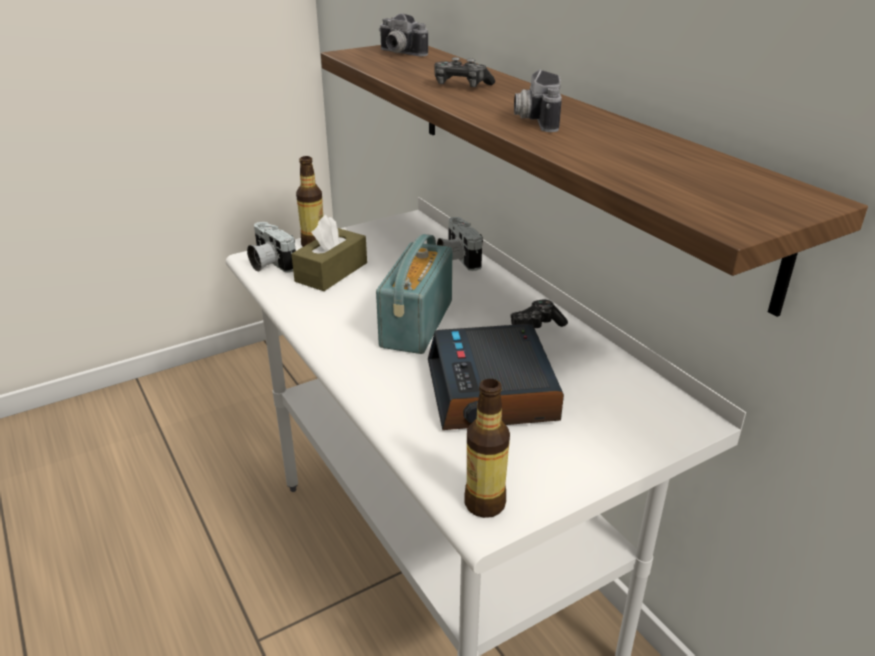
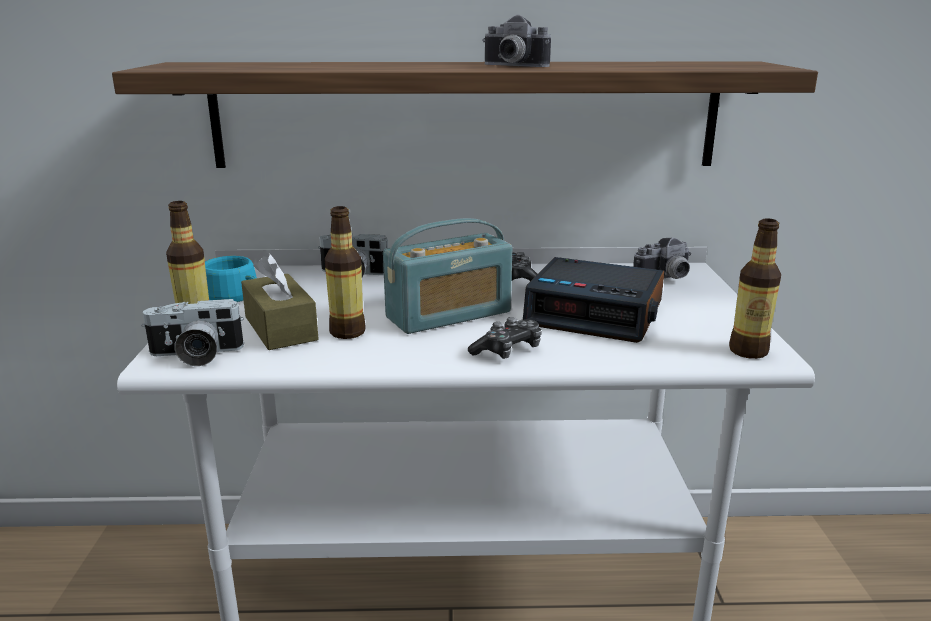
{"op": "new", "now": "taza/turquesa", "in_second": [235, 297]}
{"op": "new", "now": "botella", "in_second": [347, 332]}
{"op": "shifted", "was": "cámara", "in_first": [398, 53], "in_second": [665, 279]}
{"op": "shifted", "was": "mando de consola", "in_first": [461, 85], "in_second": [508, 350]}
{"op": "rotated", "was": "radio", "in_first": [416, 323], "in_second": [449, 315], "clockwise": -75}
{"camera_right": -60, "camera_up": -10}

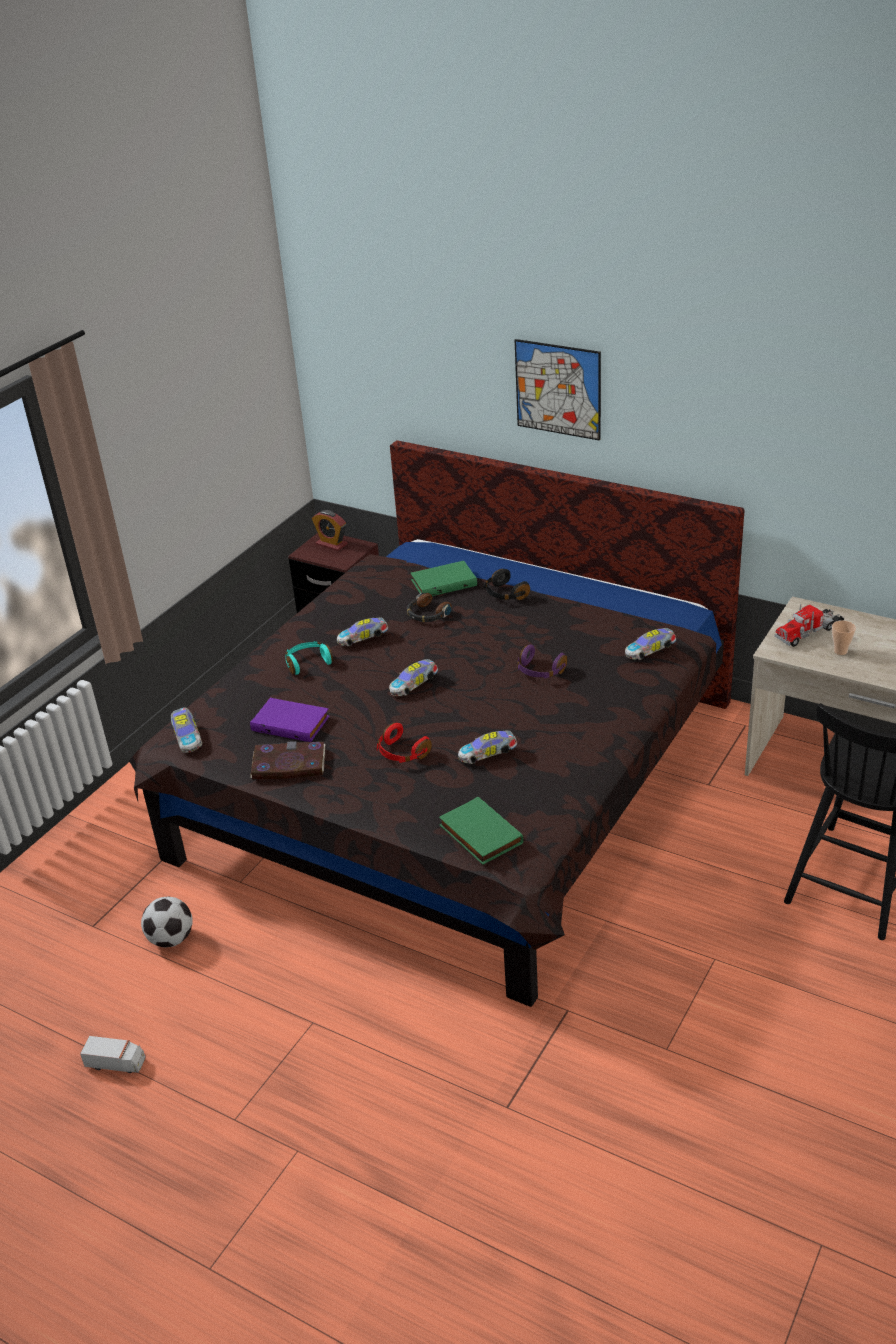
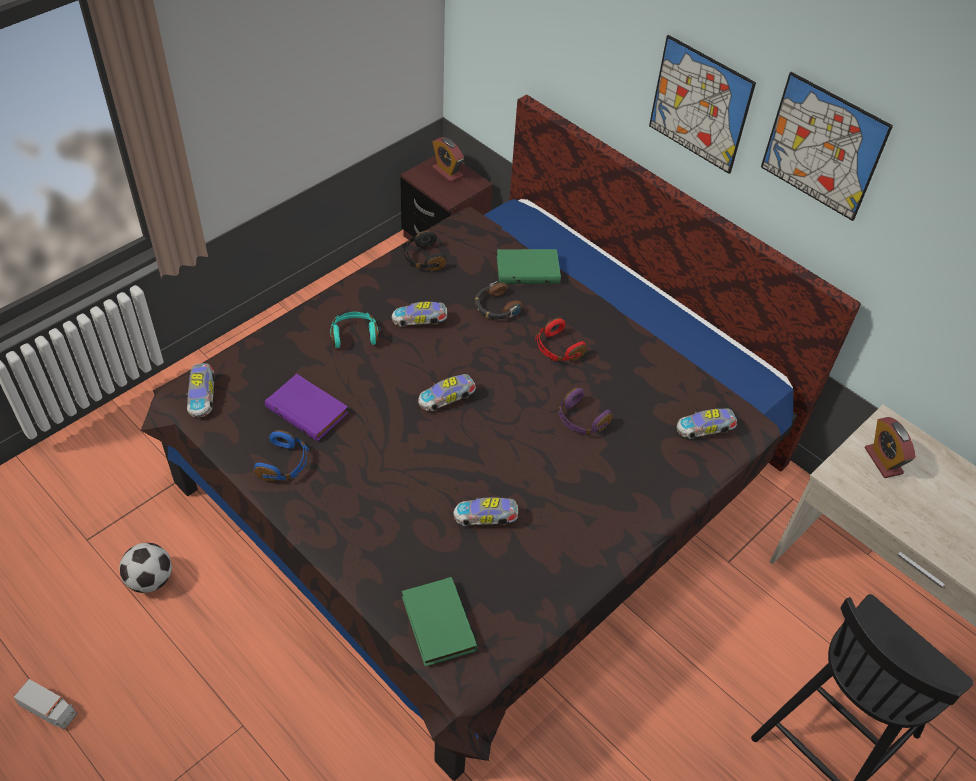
{"op": "gone", "was": "taza", "in_first": [840, 651]}
{"op": "new", "now": "cuadro", "in_second": [823, 147]}
{"op": "shifted", "was": "auriculares/rojo", "in_first": [402, 753], "in_second": [557, 349]}
{"op": "shifted", "was": "auriculares/negro", "in_first": [505, 594], "in_second": [423, 258]}
{"op": "swapped", "was": "libro", "now": "auriculares/azul", "in_first": [288, 764], "in_second": [284, 464]}
{"op": "swapped", "was": "camión de juguete", "now": "despertador", "in_first": [809, 631], "in_second": [883, 461]}
{"camera_right": 10, "camera_up": 15}

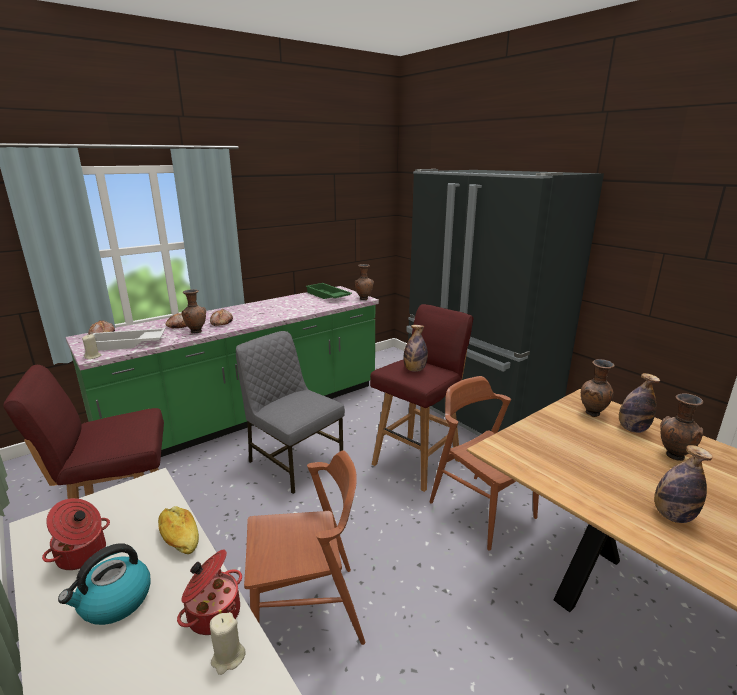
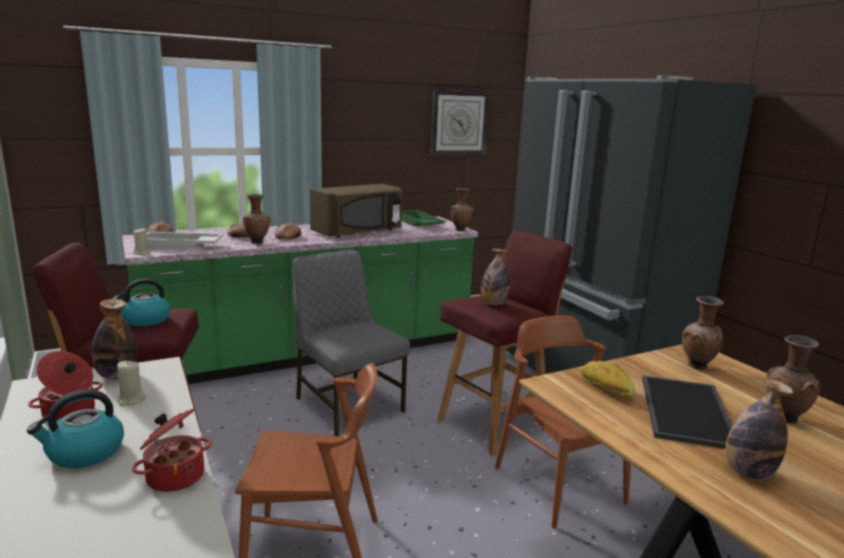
{"op": "new", "now": "hervidor", "in_second": [145, 320]}
{"op": "new", "now": "microondas/marrón", "in_second": [359, 232]}
{"op": "new", "now": "reloj de pared", "in_second": [459, 123]}
{"op": "new", "now": "bandeja", "in_second": [683, 410]}
{"op": "shifted", "was": "pan", "in_first": [179, 537], "in_second": [606, 388]}
{"op": "shifted", "was": "vela/beis", "in_first": [228, 657], "in_second": [131, 400]}
{"op": "shifted", "was": "botella", "in_first": [632, 429], "in_second": [117, 375]}
{"camera_right": 10, "camera_up": -5}

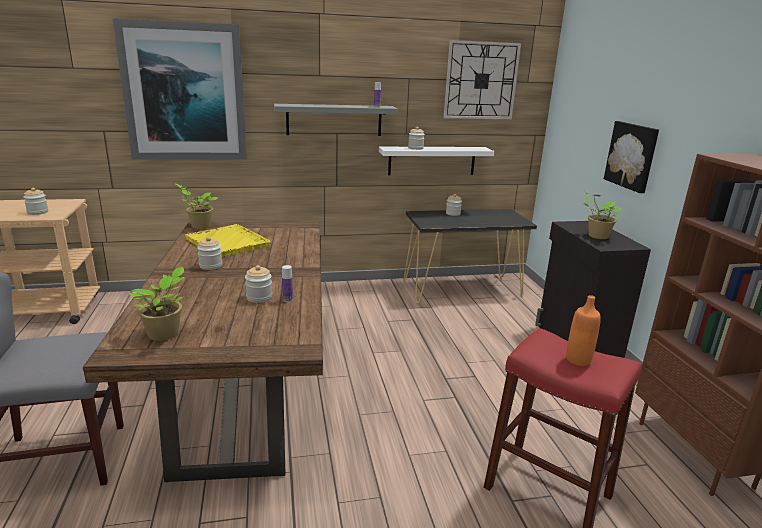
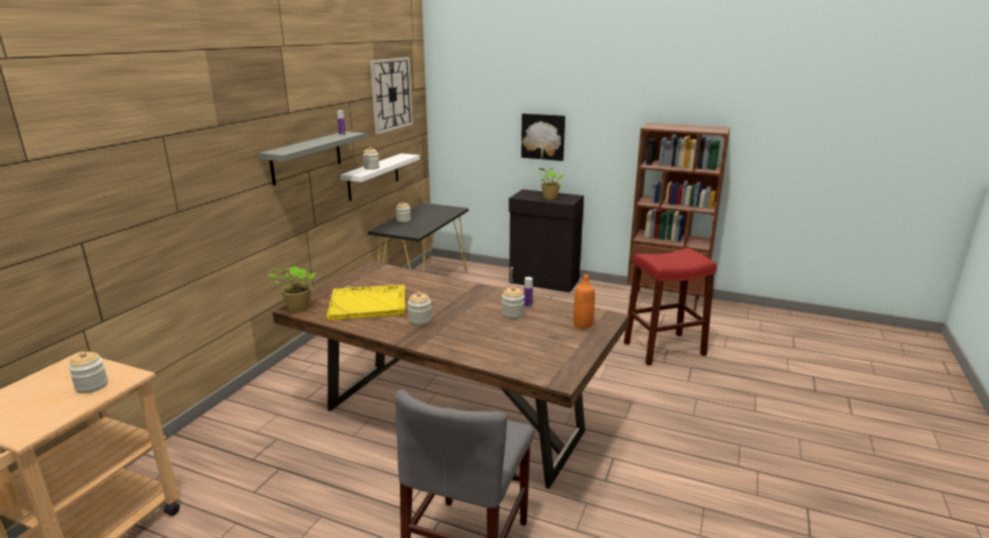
{"op": "gone", "was": "cuadro", "in_first": [185, 92]}
{"op": "gone", "was": "planta en maceta", "in_first": [165, 334]}
{"op": "shifted", "was": "botella/naranja", "in_first": [578, 360], "in_second": [583, 324]}
{"camera_right": -55, "camera_up": 0}

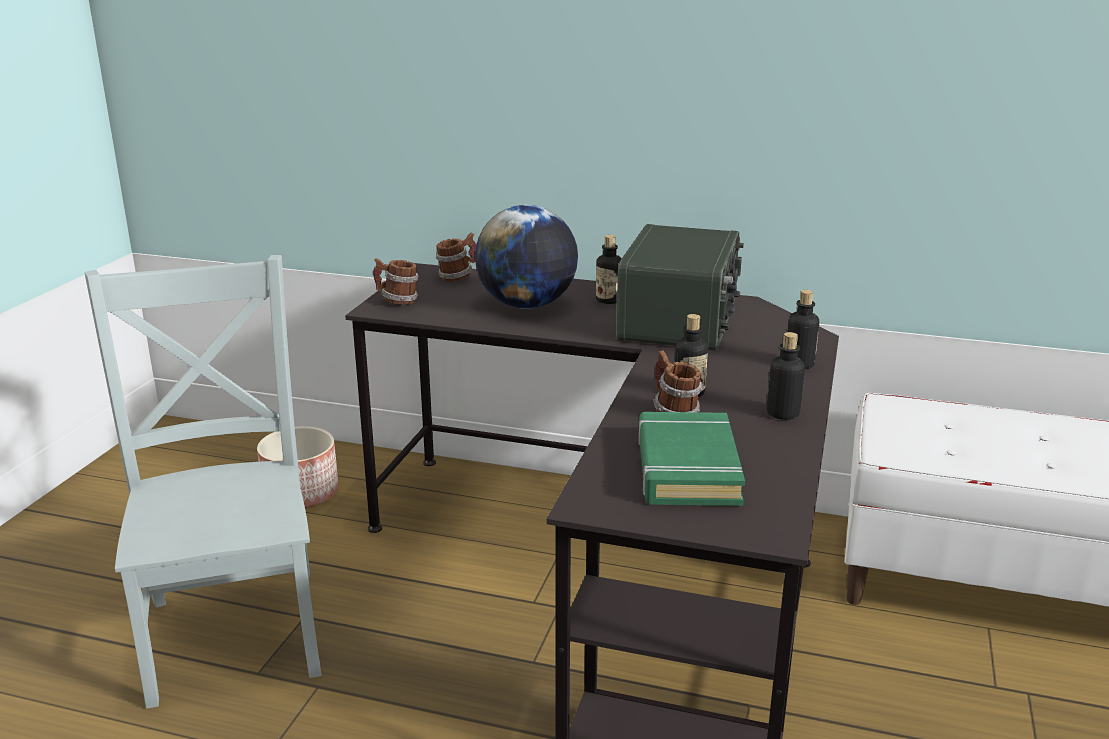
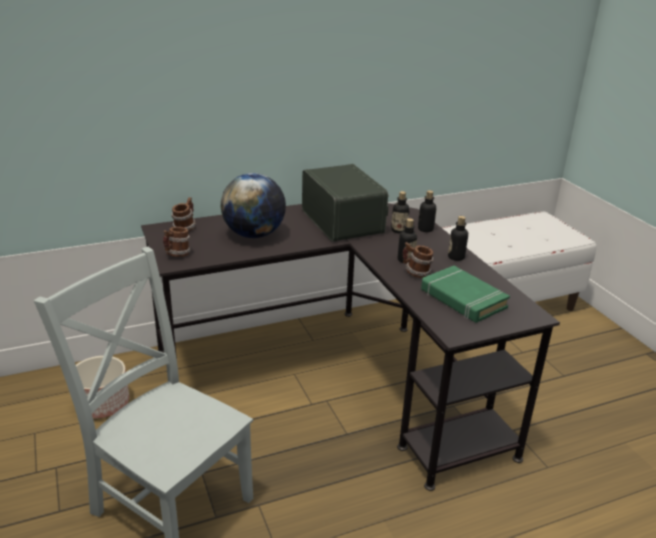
{"op": "shifted", "was": "botella", "in_first": [608, 300], "in_second": [399, 230]}
{"camera_right": -40, "camera_up": 5}

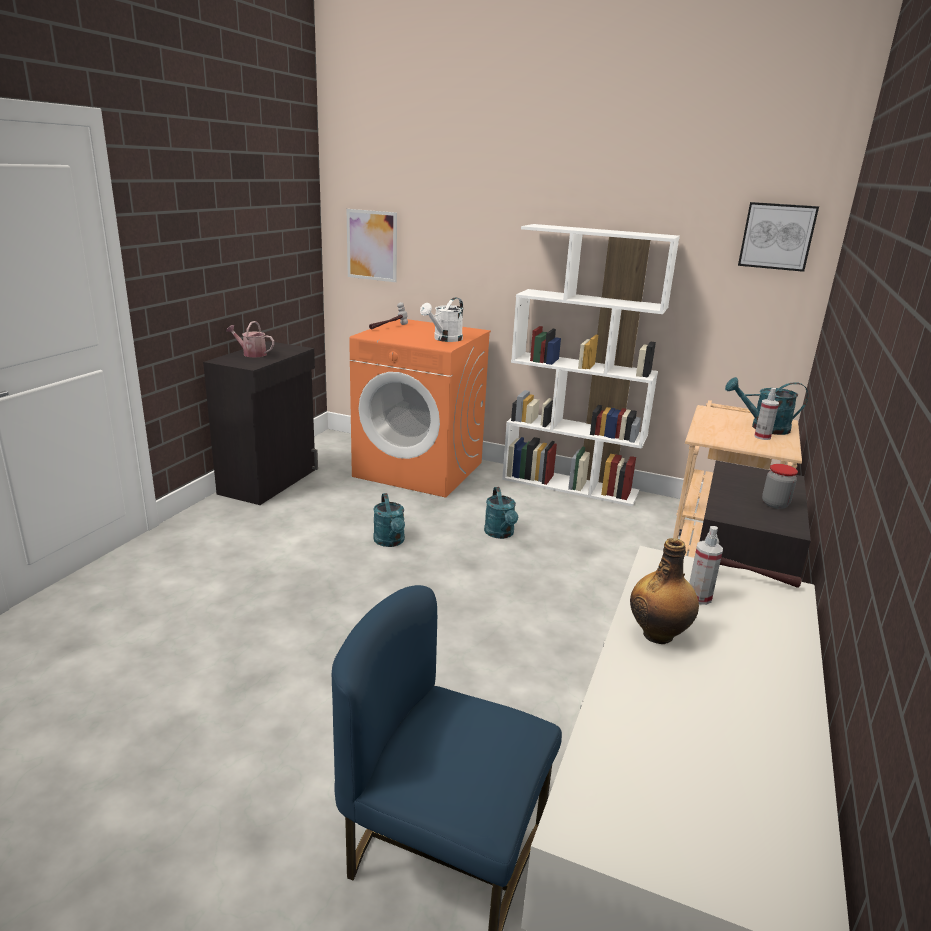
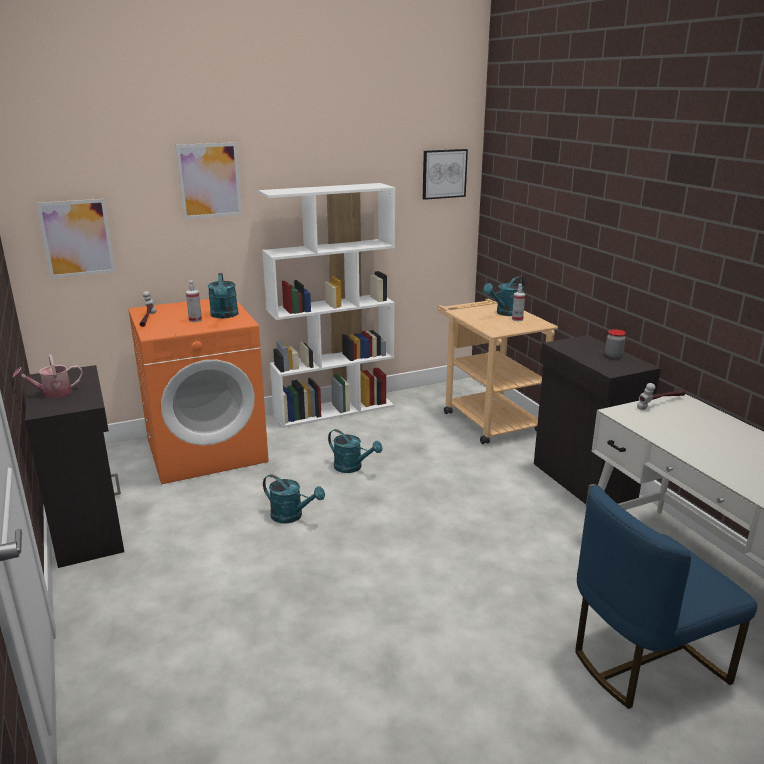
{"op": "gone", "was": "botella", "in_first": [659, 634]}
{"op": "new", "now": "cuadro", "in_second": [209, 180]}
{"op": "shifted", "was": "pulverizador", "in_first": [699, 597], "in_second": [195, 320]}
{"op": "repainted", "was": "regadera/blanco", "now": "regadera/turquesa", "in_first": [444, 339], "in_second": [224, 315]}
{"camera_right": -45, "camera_up": 0}

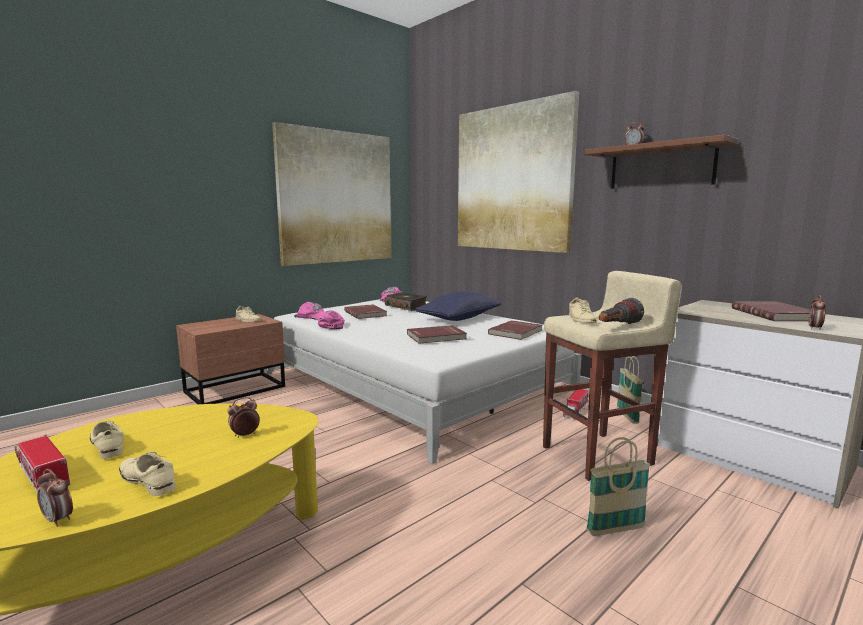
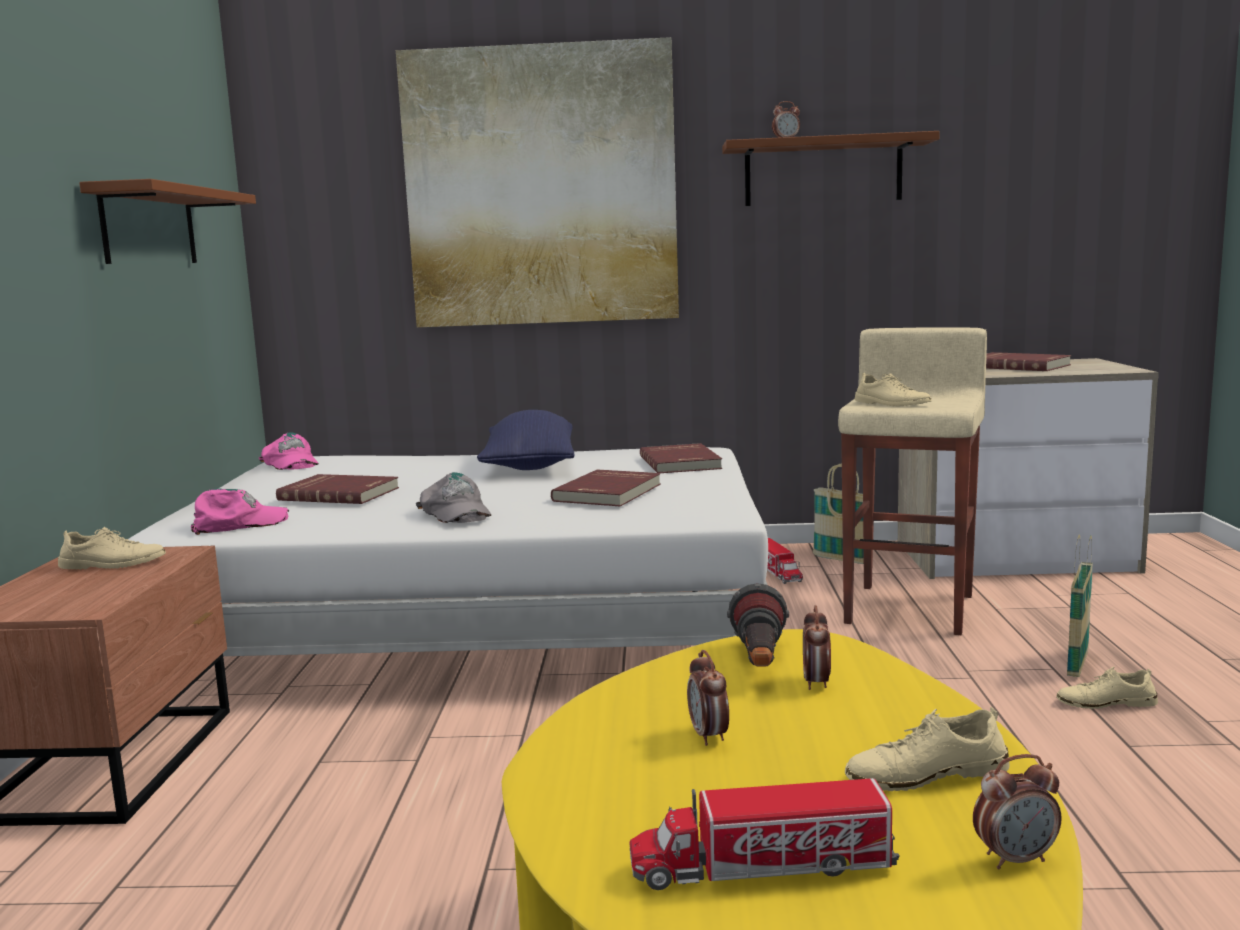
{"op": "gone", "was": "gorra/rosa", "in_first": [331, 325]}
{"op": "gone", "was": "libro", "in_first": [406, 307]}
{"op": "new", "now": "gorra/gris", "in_second": [455, 512]}
{"op": "shifted", "was": "zapato/beis", "in_first": [107, 445], "in_second": [1106, 702]}
{"op": "shifted", "was": "linterna", "in_first": [616, 327], "in_second": [759, 663]}
{"op": "shifted", "was": "despertador", "in_first": [815, 328], "in_second": [709, 736]}
{"op": "swapped", "was": "cuadro", "now": "estante/marrón", "in_first": [336, 197], "in_second": [149, 227]}
{"camera_right": -45, "camera_up": 0}

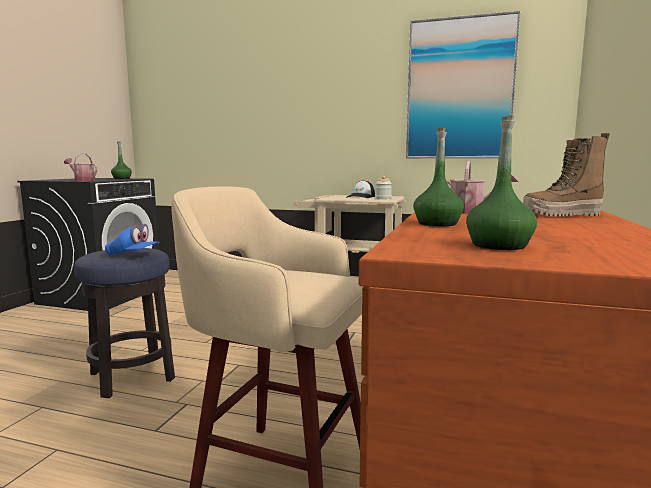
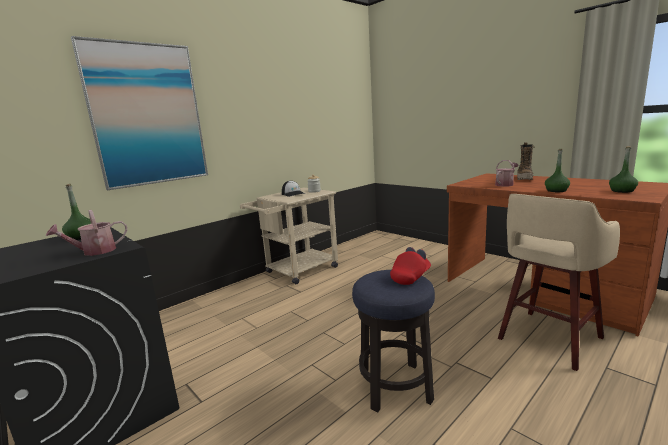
{"op": "shifted", "was": "cuadro", "in_first": [459, 89], "in_second": [147, 115]}
{"op": "repainted", "was": "gorra/azul", "now": "gorra/rojo", "in_first": [133, 255], "in_second": [410, 277]}
{"camera_right": -60, "camera_up": 5}

